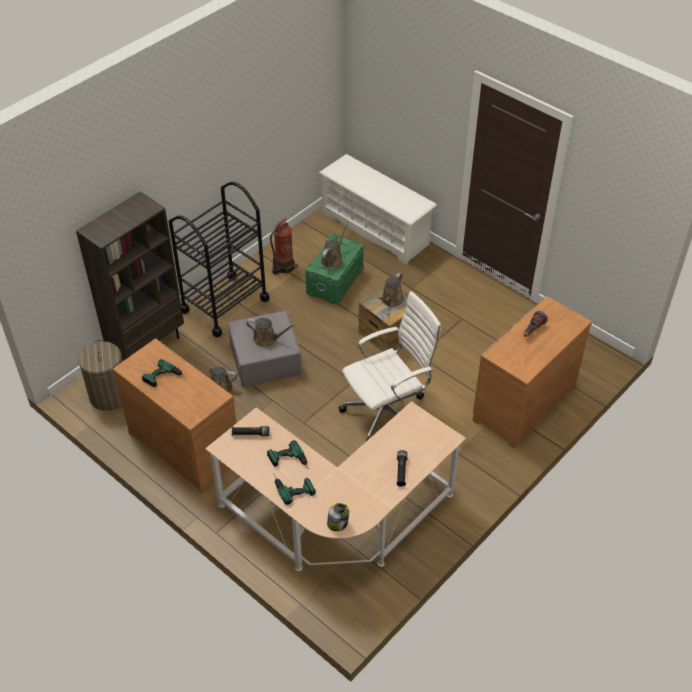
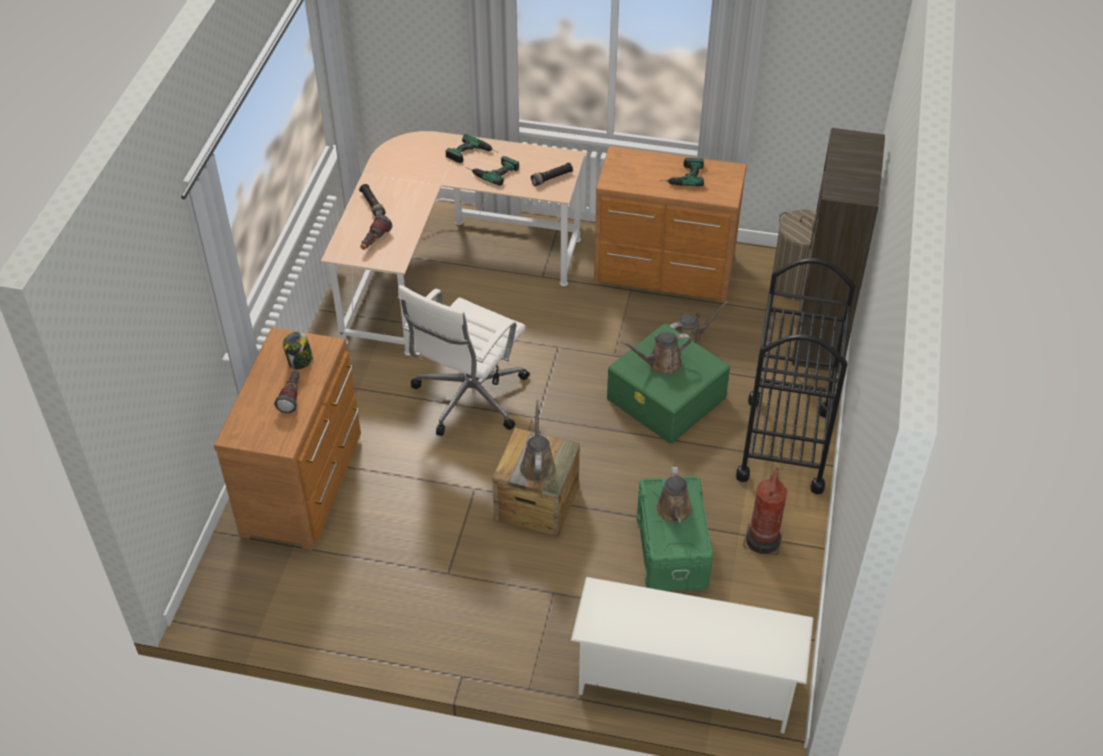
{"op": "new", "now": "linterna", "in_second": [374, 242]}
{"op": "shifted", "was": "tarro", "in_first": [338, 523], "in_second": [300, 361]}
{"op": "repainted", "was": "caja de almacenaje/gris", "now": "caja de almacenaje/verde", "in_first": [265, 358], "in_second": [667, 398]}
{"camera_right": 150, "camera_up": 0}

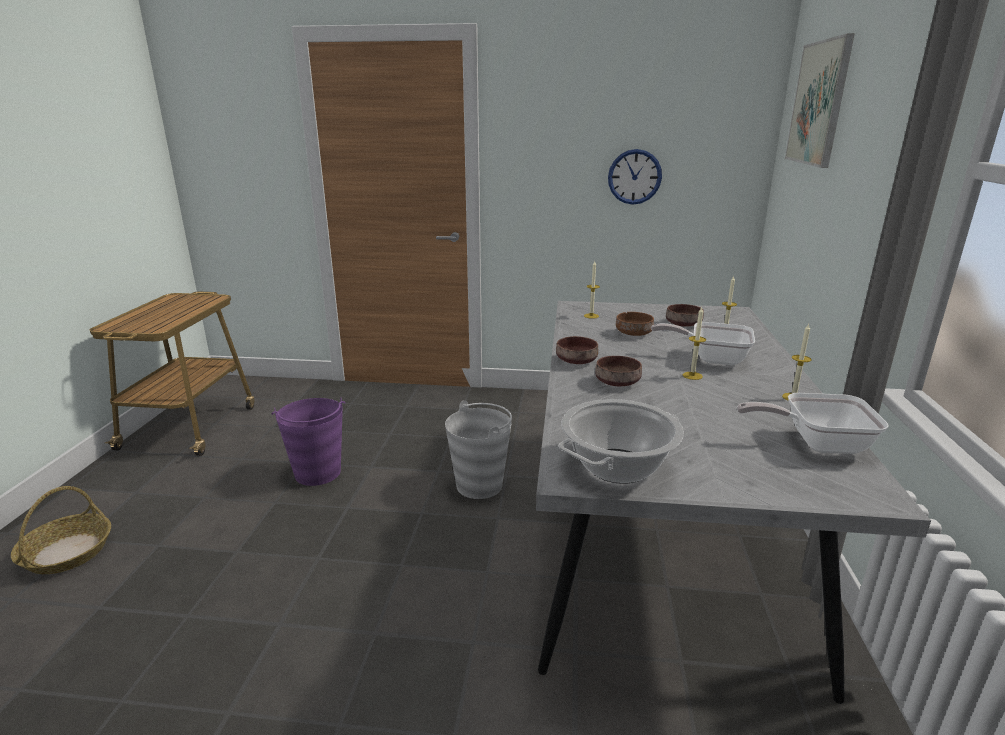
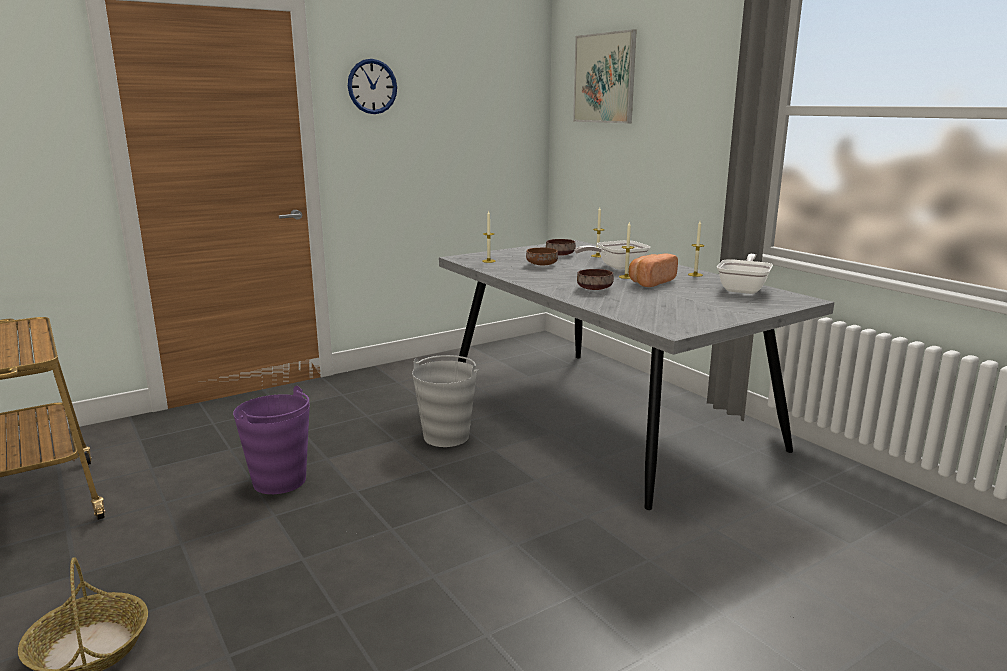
{"op": "gone", "was": "cuenco/marrón", "in_first": [577, 361]}
{"op": "gone", "was": "olla", "in_first": [618, 466]}
{"op": "new", "now": "pan", "in_second": [650, 282]}
{"op": "shifted", "was": "reloj de pared", "in_first": [634, 177], "in_second": [372, 86]}
{"op": "rotated", "was": "sartén", "in_first": [816, 443], "in_second": [744, 289], "clockwise": 150}
{"camera_right": -40, "camera_up": -5}

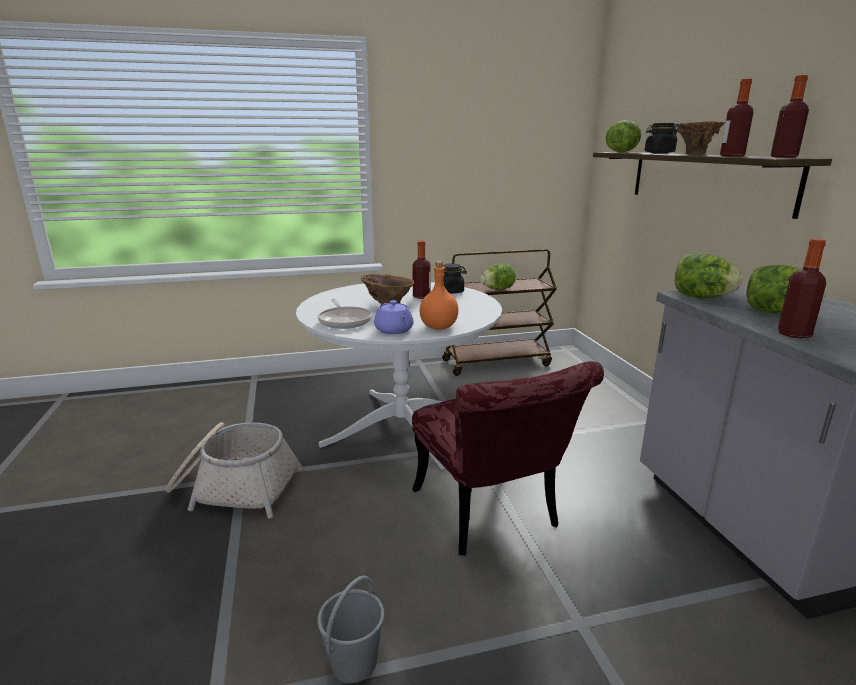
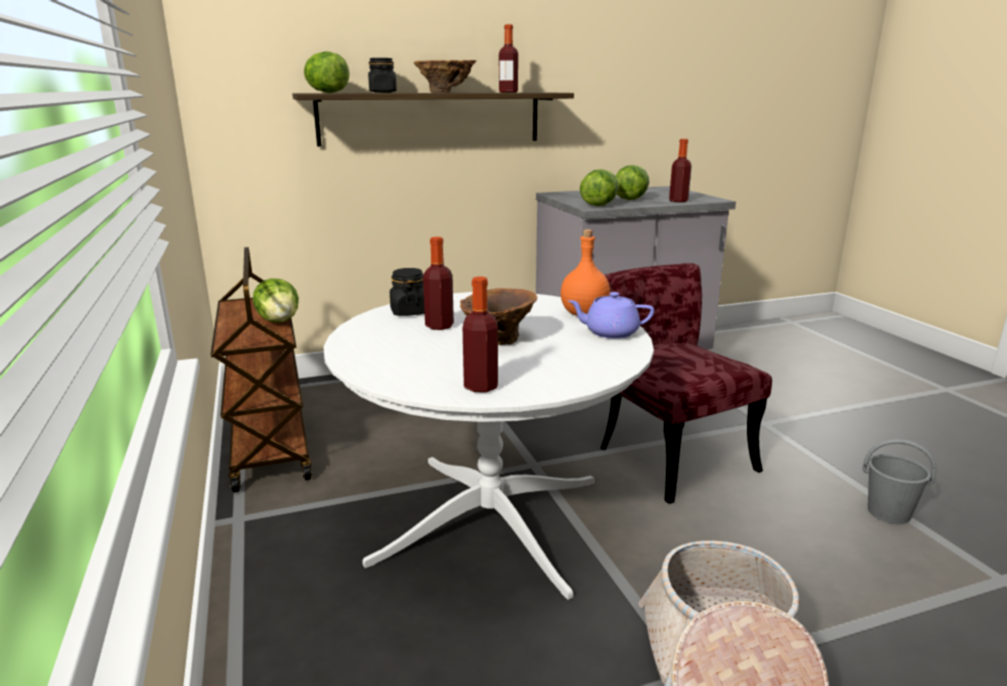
{"op": "gone", "was": "sartén", "in_first": [344, 321]}
{"op": "shifted", "was": "botella", "in_first": [784, 157], "in_second": [481, 386]}
{"op": "rotated", "was": "tetera/morado", "in_first": [394, 330], "in_second": [610, 332], "clockwise": -150}
{"op": "rotated", "was": "silla/rojo", "in_first": [492, 517], "in_second": [665, 453], "clockwise": -90}
{"camera_right": -95, "camera_up": 0}

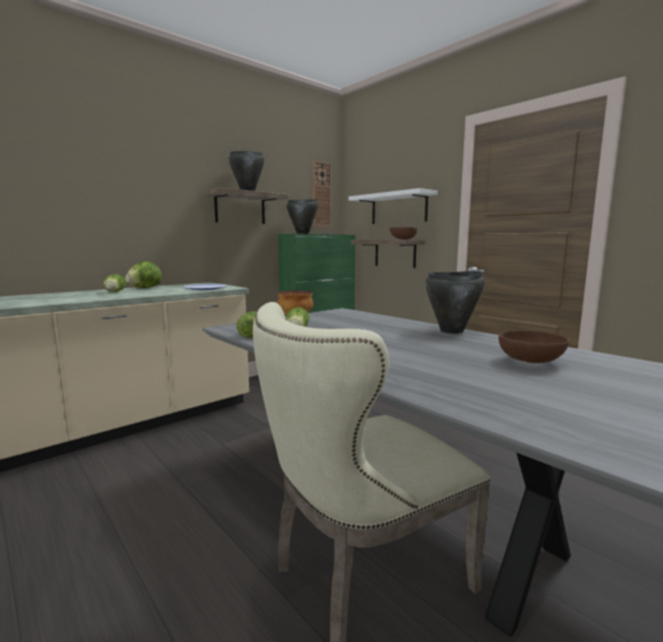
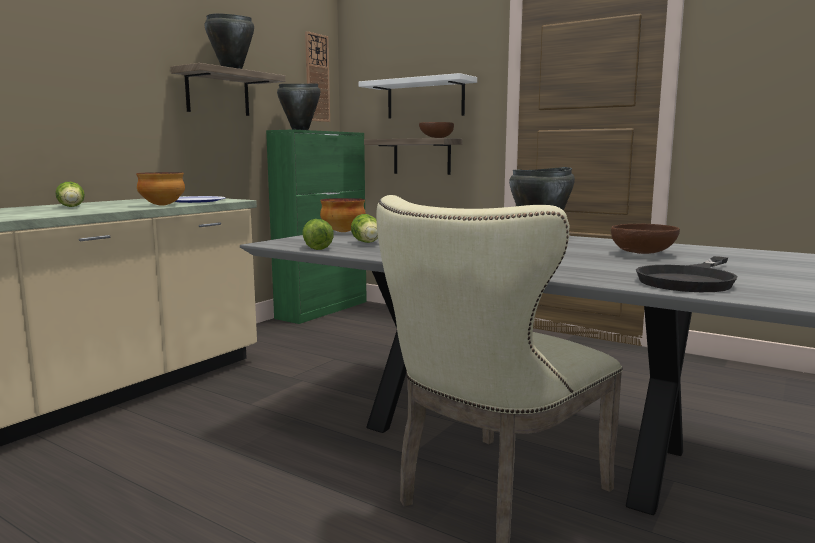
{"op": "gone", "was": "lechuga", "in_first": [144, 288]}
{"op": "new", "now": "cuenco", "in_second": [162, 205]}
{"op": "new", "now": "sartén/negro", "in_second": [690, 280]}
{"camera_right": -15, "camera_up": 0}

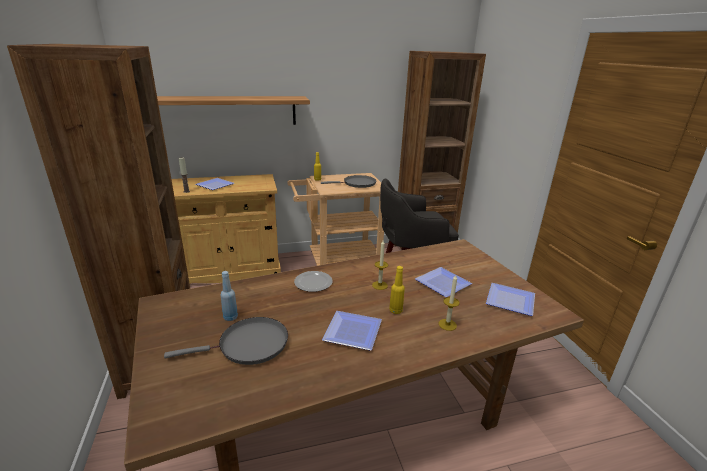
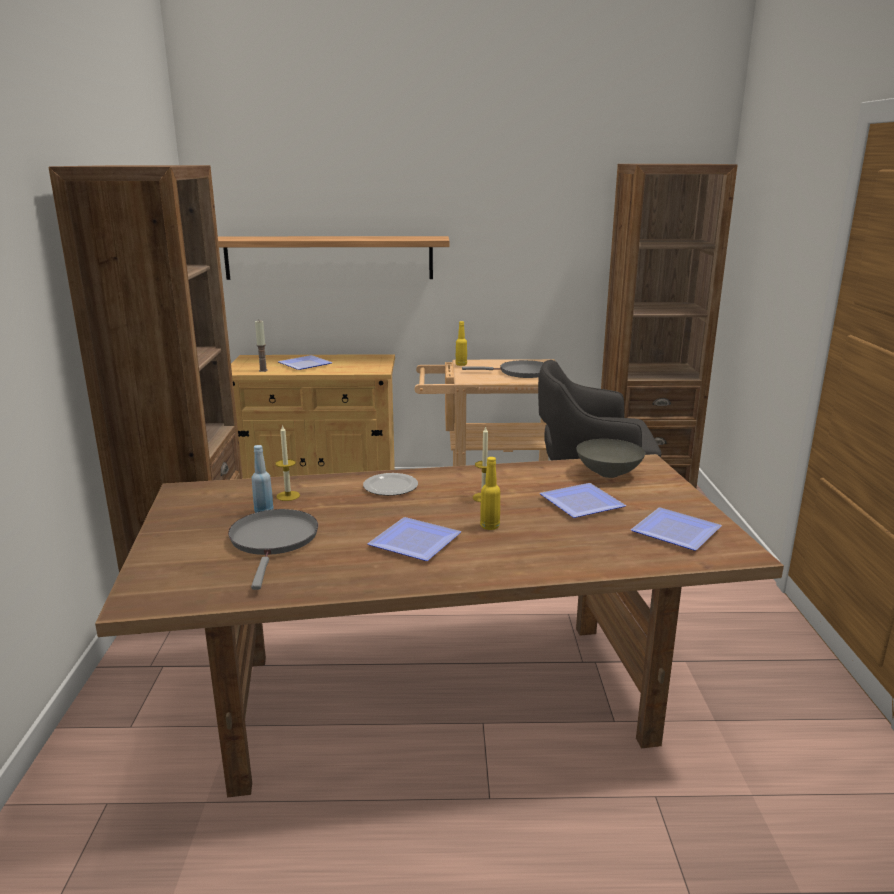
{"op": "new", "now": "cuenco/gris", "in_second": [608, 473]}
{"op": "shifted", "was": "vela", "in_first": [447, 324], "in_second": [288, 496]}
{"op": "rotated", "was": "sartén/gris", "in_first": [249, 345], "in_second": [274, 541], "clockwise": -90}
{"camera_right": 15, "camera_up": -5}

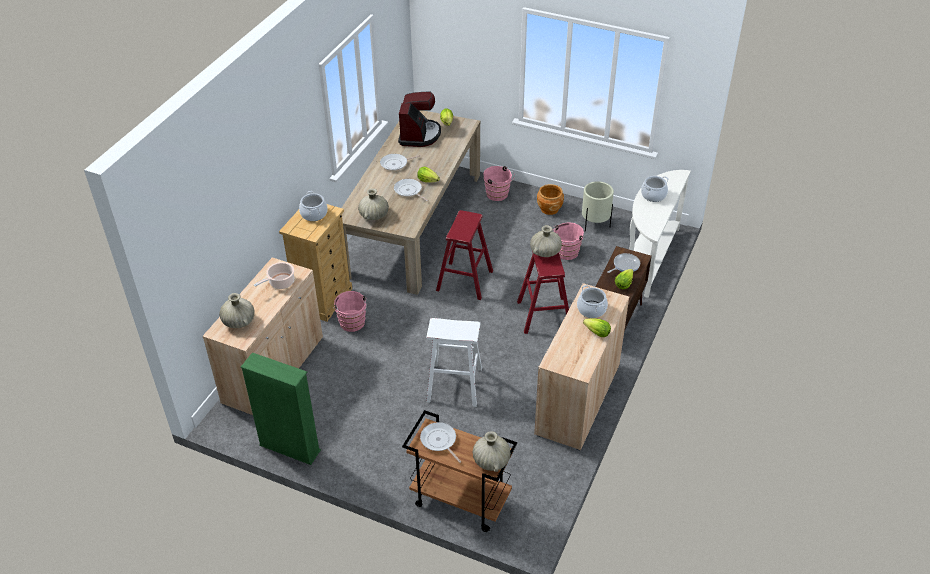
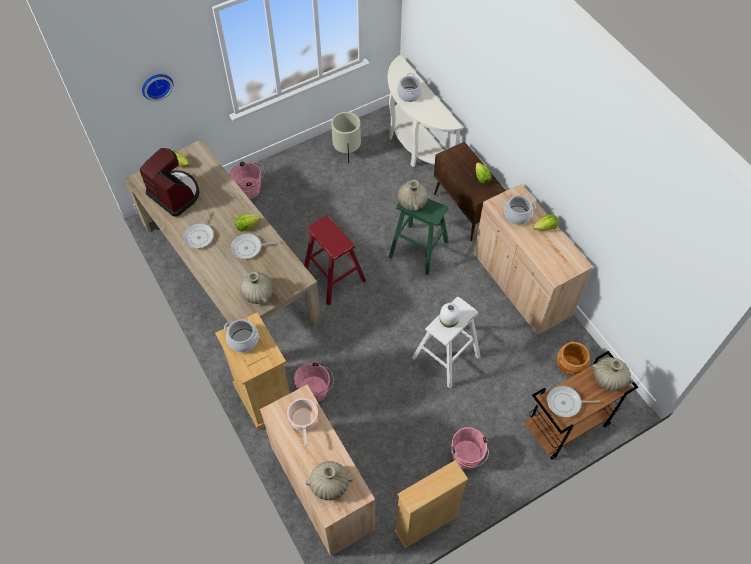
{"op": "gone", "was": "sartén", "in_first": [625, 265]}
{"op": "new", "now": "reloj de pared", "in_second": [156, 85]}
{"op": "new", "now": "florero/blanco", "in_second": [448, 321]}
{"op": "shifted", "was": "maceta/marrón", "in_first": [549, 209], "in_second": [570, 365]}
{"op": "shifted", "was": "cubo/rosa", "in_first": [565, 253], "in_second": [467, 458]}
{"op": "repainted", "was": "estantería/verde", "now": "estantería/beis", "in_first": [290, 448], "in_second": [425, 524]}
{"op": "repainted", "was": "taburete/rojo", "now": "taburete/verde", "in_first": [544, 315], "in_second": [418, 249]}
{"camera_right": -55, "camera_up": 15}

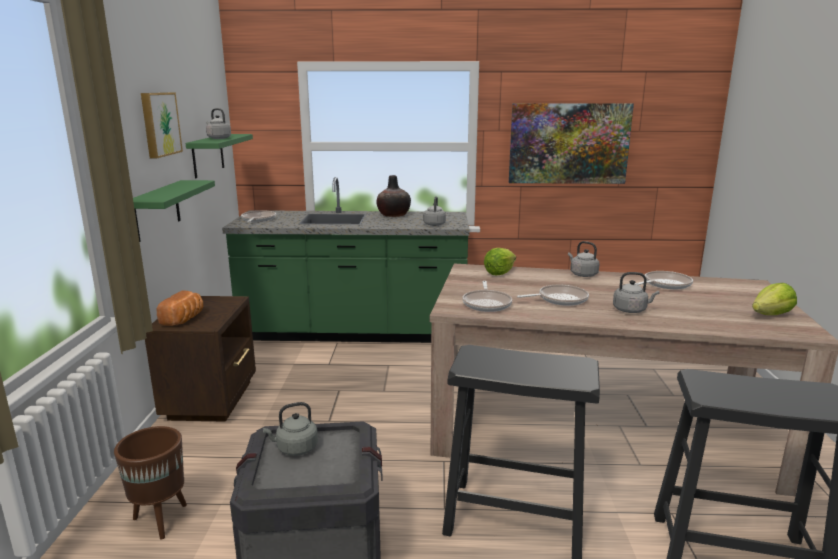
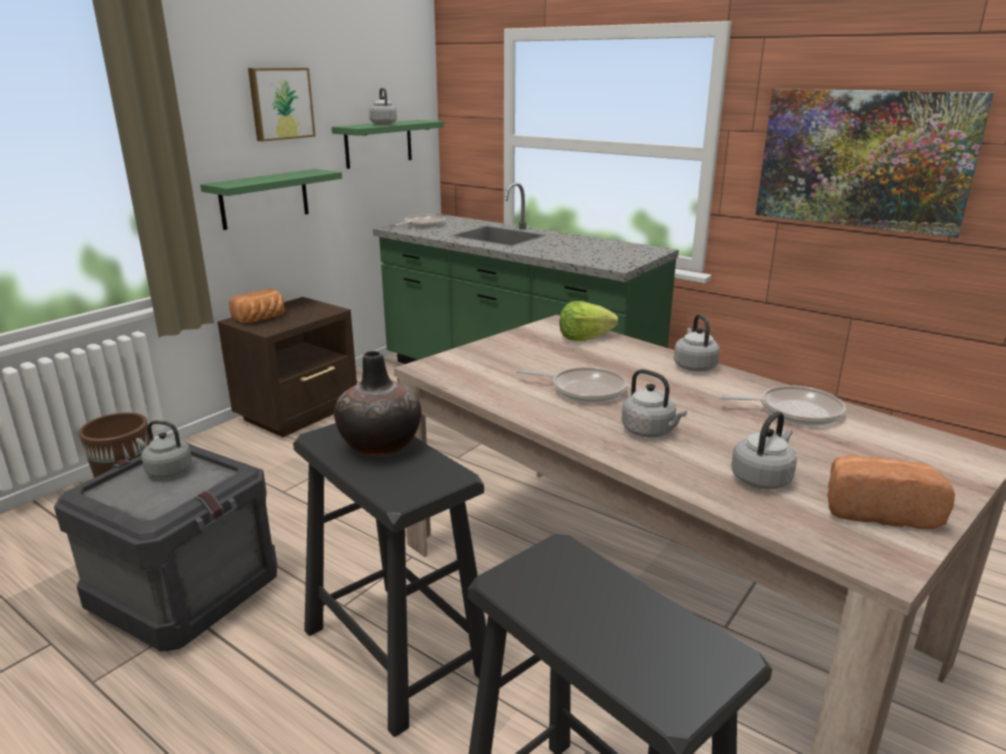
{"op": "gone", "was": "sartén", "in_first": [487, 303]}
{"op": "shifted", "was": "florero", "in_first": [393, 215], "in_second": [380, 445]}
{"op": "shifted", "was": "hervidor/gris", "in_first": [434, 224], "in_second": [762, 478]}
{"op": "swapped", "was": "lechuga", "now": "pan", "in_first": [771, 315], "in_second": [878, 510]}
{"camera_right": 35, "camera_up": 5}

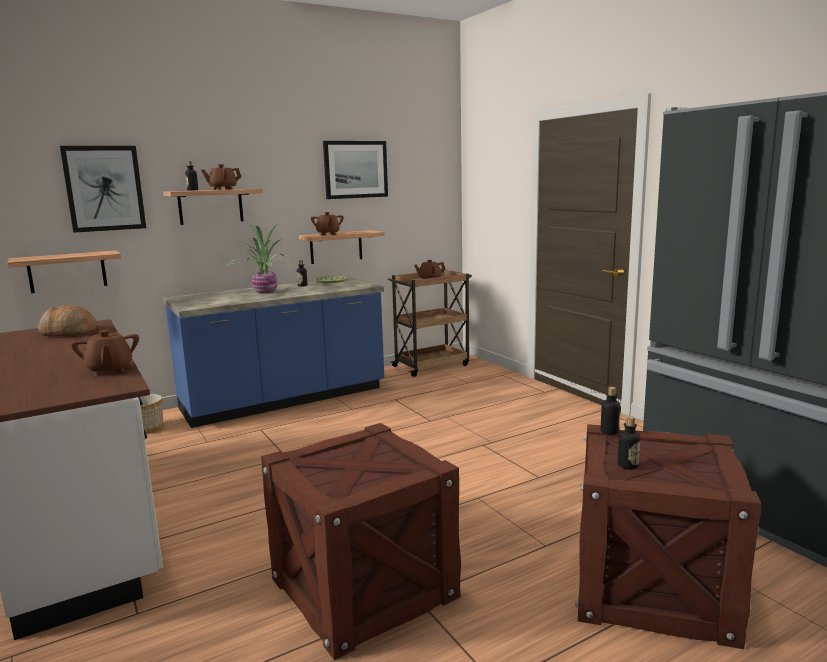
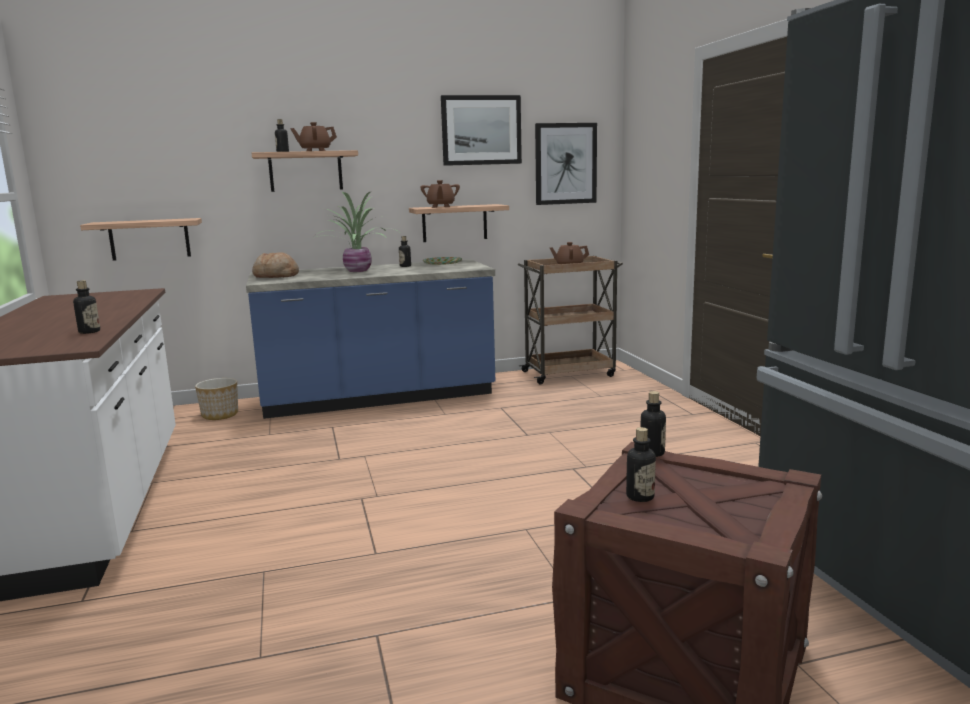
{"op": "gone", "was": "caja de embalaje", "in_first": [364, 588]}
{"op": "shifted", "was": "pan", "in_first": [68, 332], "in_second": [276, 276]}
{"op": "shifted", "was": "cuadro", "in_first": [104, 188], "in_second": [565, 163]}
{"op": "swapped", "was": "tetera/marrón", "now": "botella", "in_first": [109, 370], "in_second": [89, 332]}
{"camera_right": 15, "camera_up": 0}

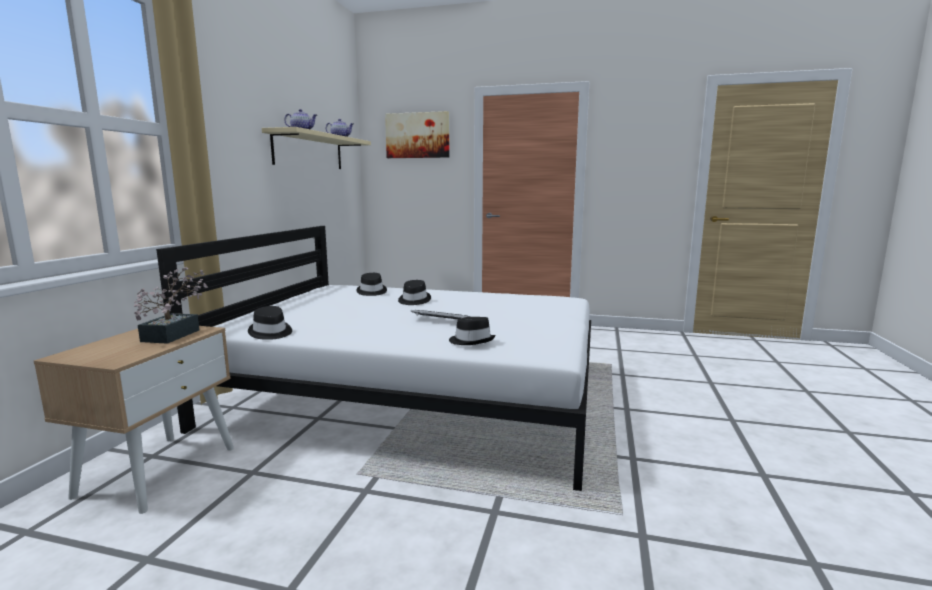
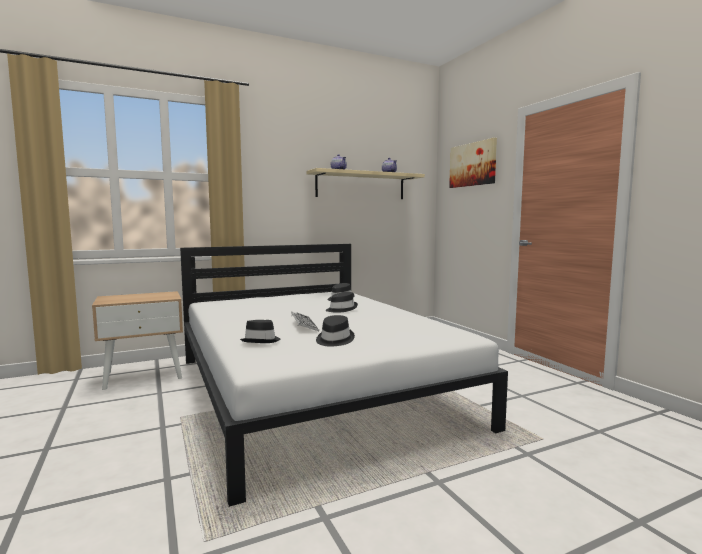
{"op": "gone", "was": "planta en maceta", "in_first": [176, 334]}
{"op": "shifted", "was": "sombrero/negro", "in_first": [270, 332], "in_second": [334, 340]}
{"camera_right": 50, "camera_up": -5}

